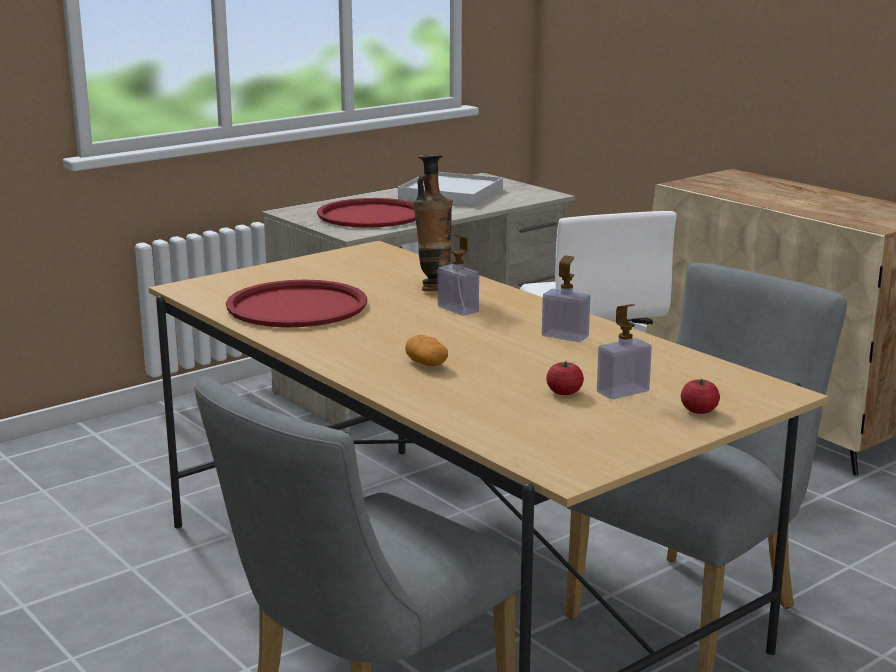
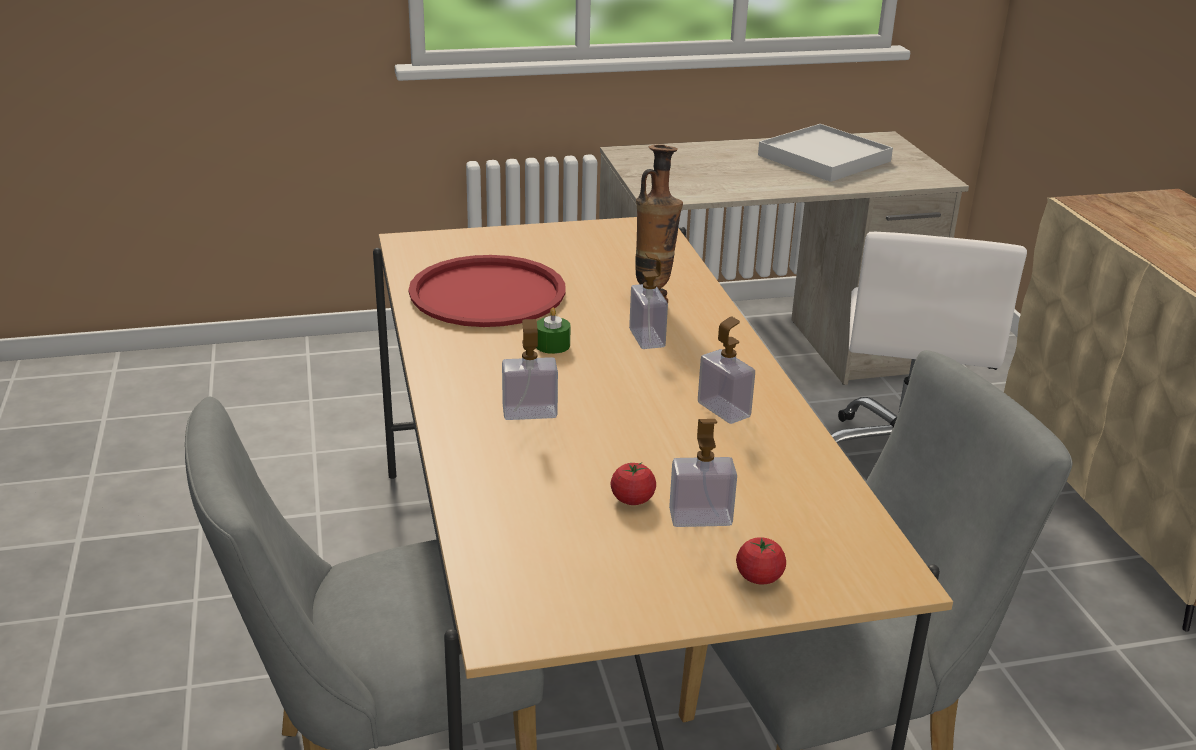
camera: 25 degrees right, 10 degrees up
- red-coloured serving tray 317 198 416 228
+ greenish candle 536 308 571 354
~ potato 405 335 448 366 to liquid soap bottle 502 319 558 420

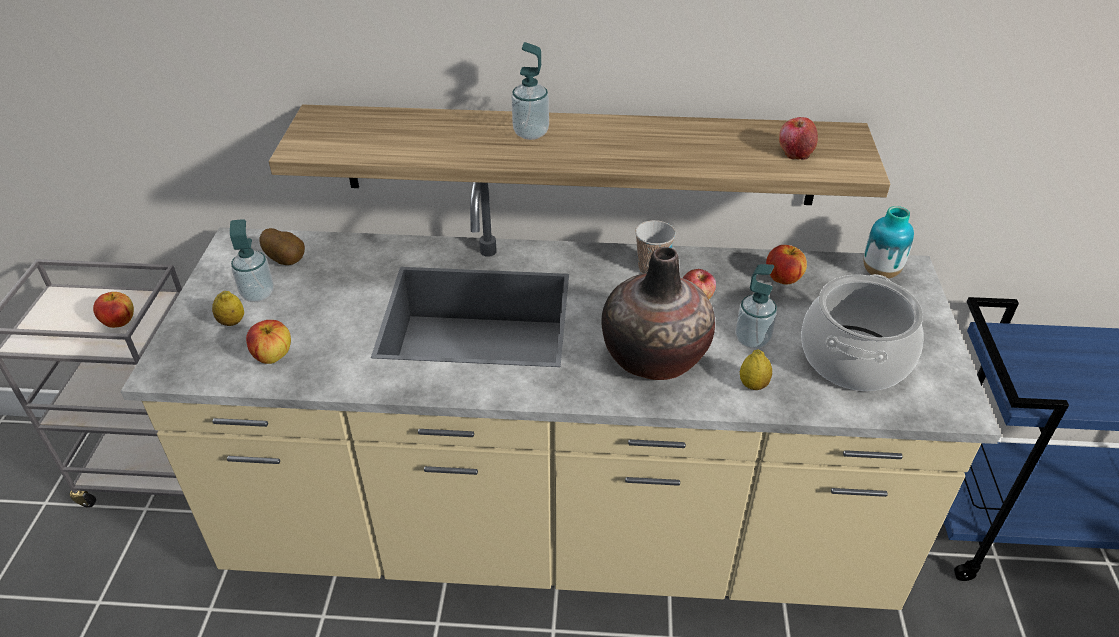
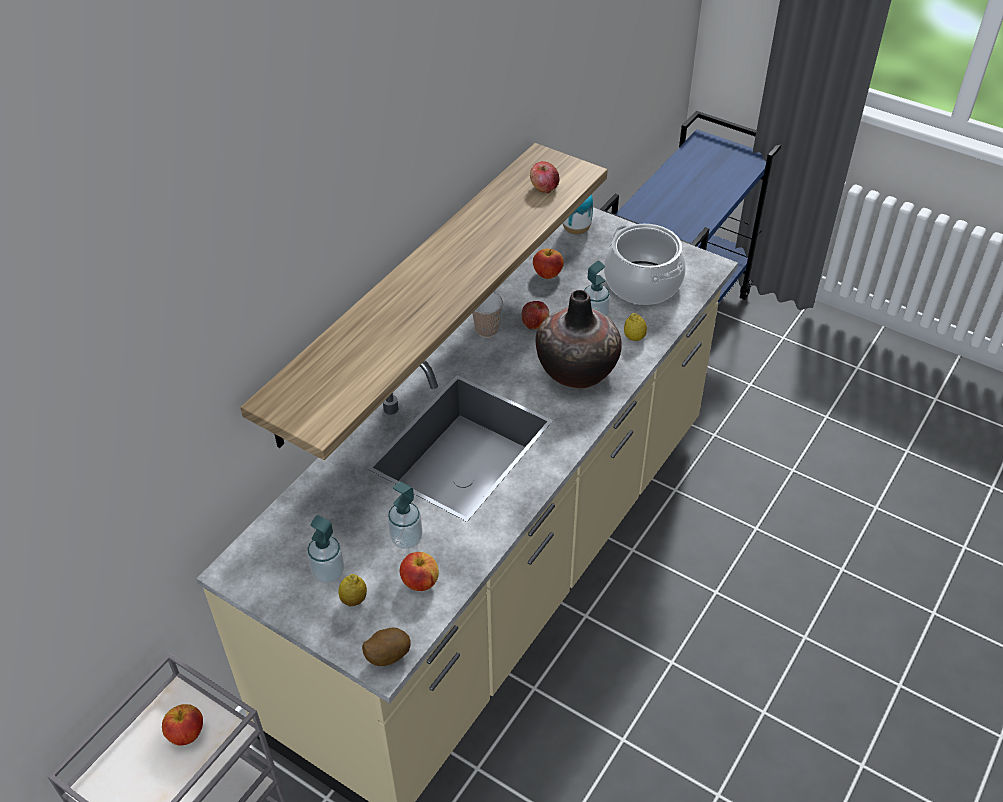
camera: 60 degrees left, 5 degrees up
~ potato 259 228 305 265 to 362 627 411 666
~ liquid soap bottle 511 42 549 140 to 388 482 422 549

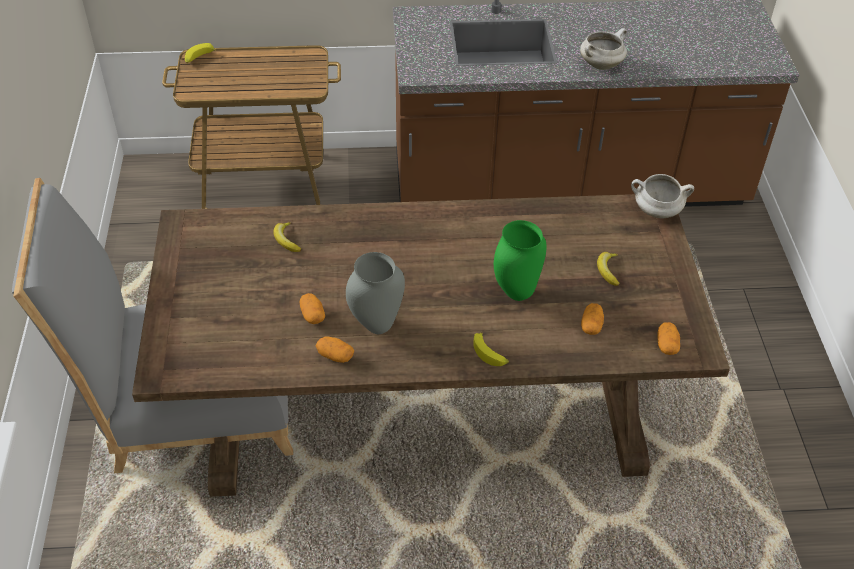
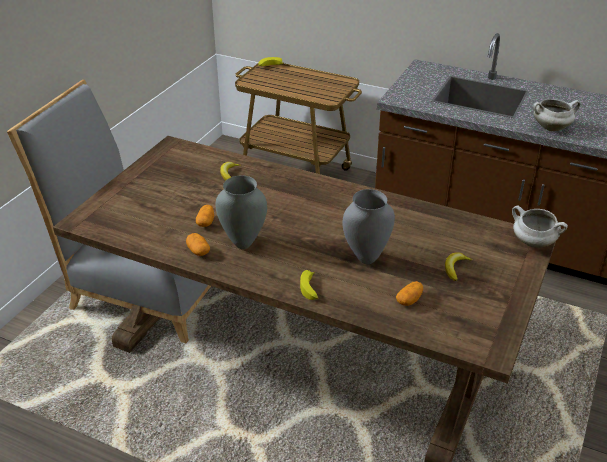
camera: 30 degrees right, 10 degrees down
- potato 657 322 680 355
~ greenish vase 494 220 547 301 to gray vase 342 189 395 264

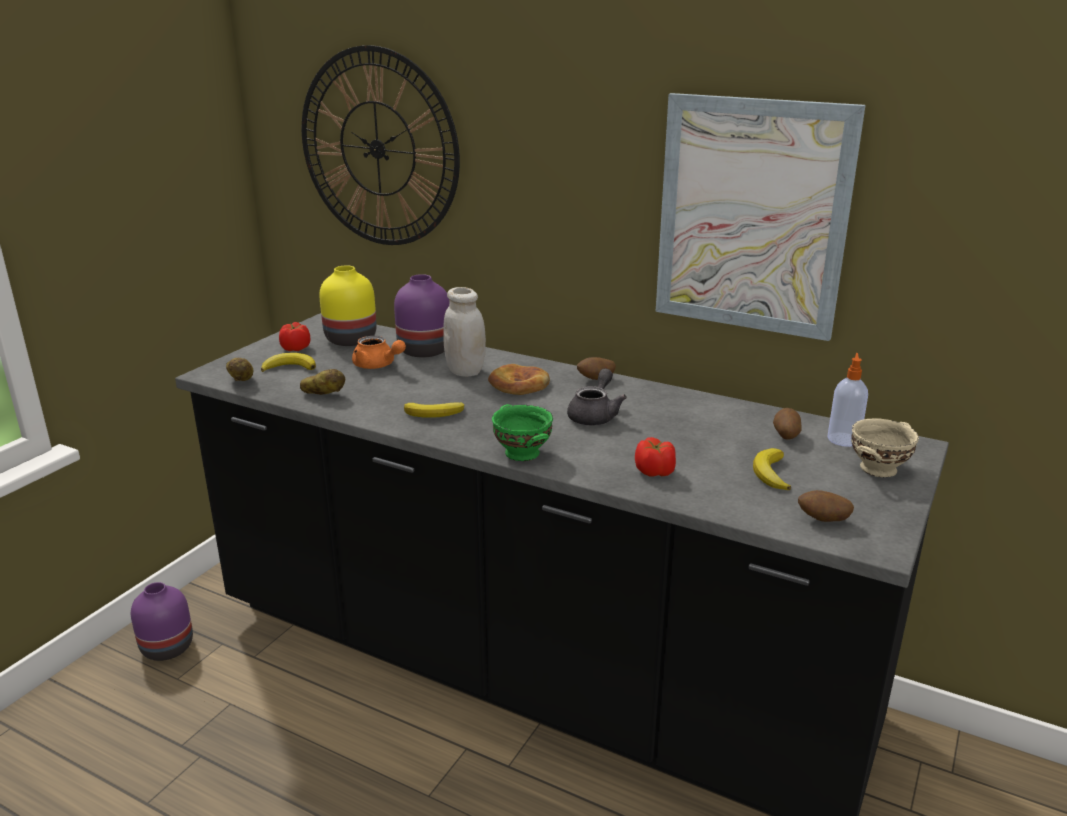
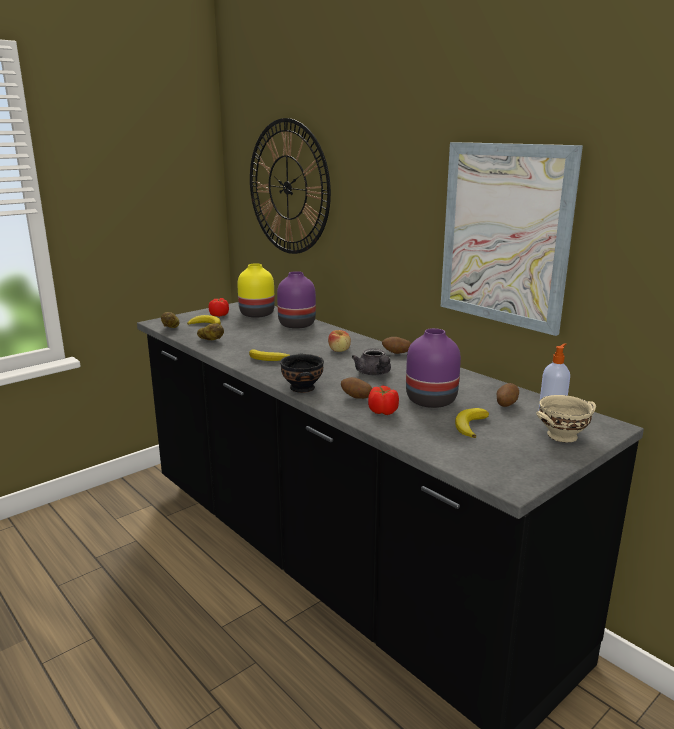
camera: 20 degrees right, 5 degrees down
- orangey tea pot 352 336 406 369
- white-coloured jar 443 287 486 377
~ purplish vase 131 582 193 661 to 406 328 461 408
~ potato 798 490 854 522 to 341 377 372 399
~ bread 488 364 550 395 to apple 328 330 351 352
~ greenish bowl 492 404 553 461 to black-coloured bowl 280 353 324 393
~ gray tea pot 567 368 627 425 = 352 348 391 375 120 degrees clockwise

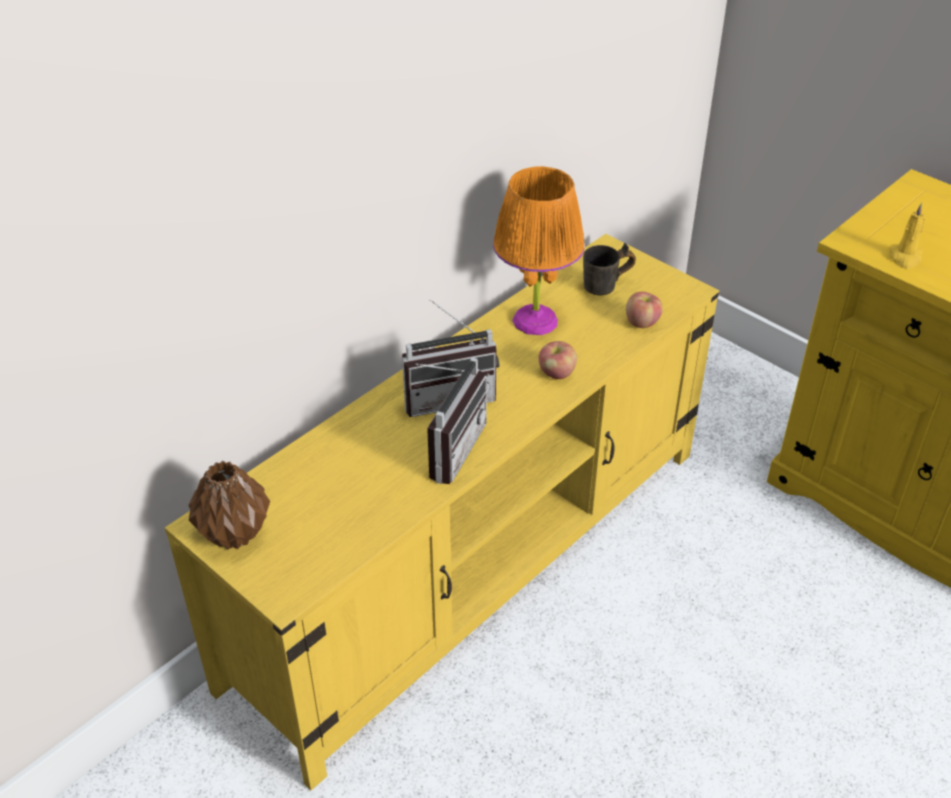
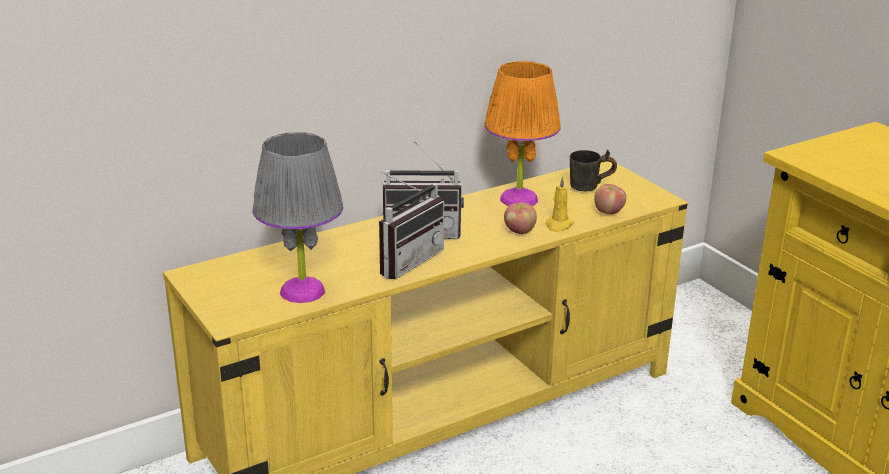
camera: 15 degrees right, 15 degrees down
- brownish vase 188 461 270 550
+ gray tabletop lamp 252 132 343 303
~ yellow candle 889 203 925 269 to 545 176 574 232

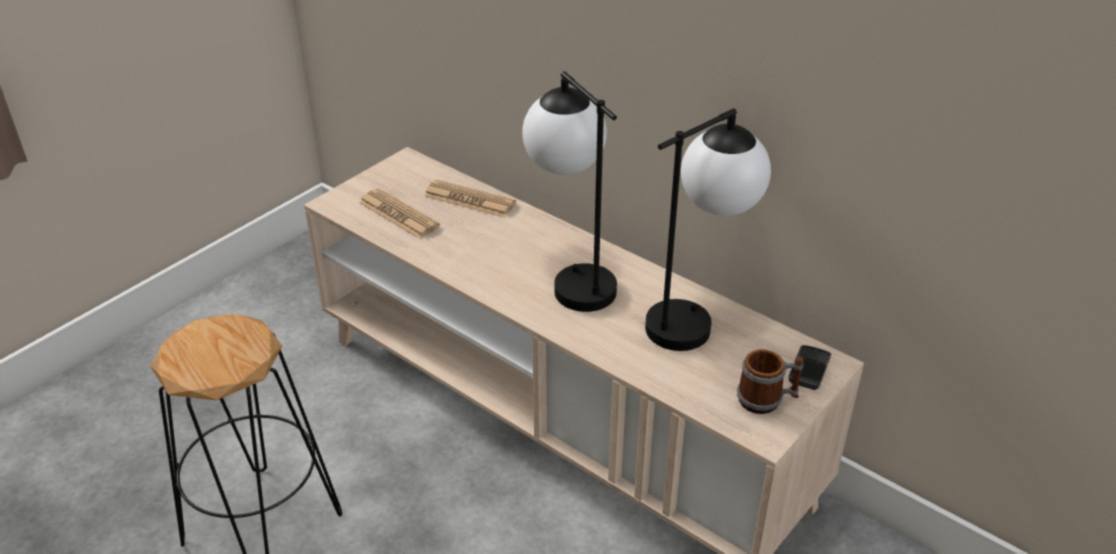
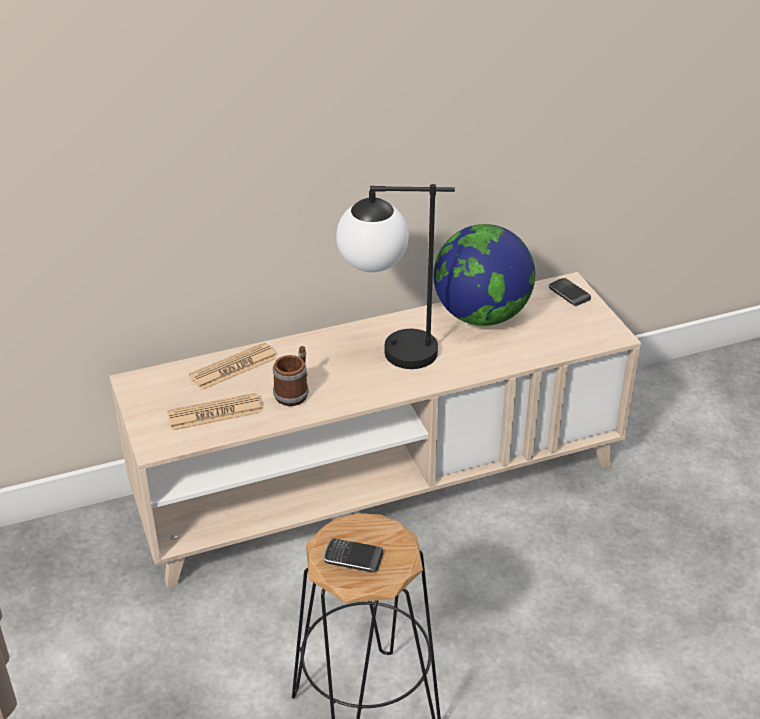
camera: 60 degrees left, 0 degrees up
+ phone 323 538 384 572
~ tea mug 737 349 804 414 to 273 346 309 406
~ tabletop lamp 645 108 771 351 to world globe 433 224 535 326

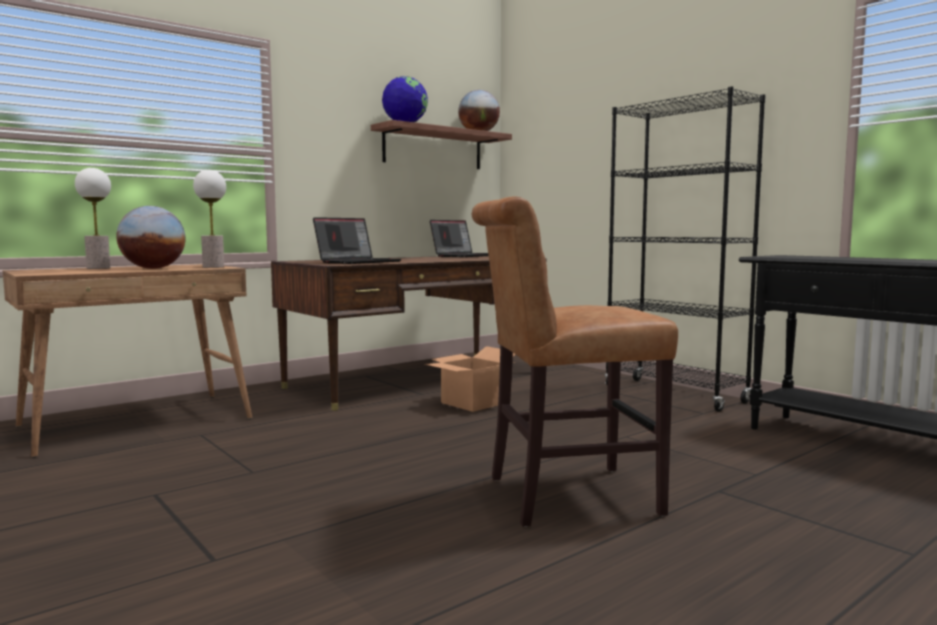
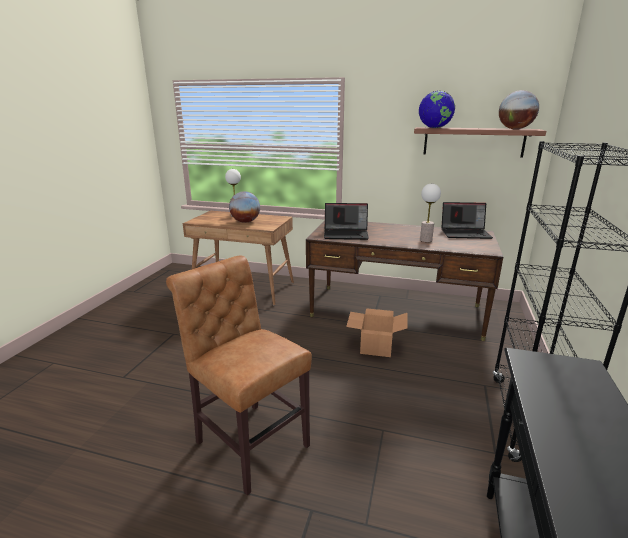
camera: 55 degrees right, 15 degrees up
~ tabletop lamp 193 170 226 268 to 420 184 441 242

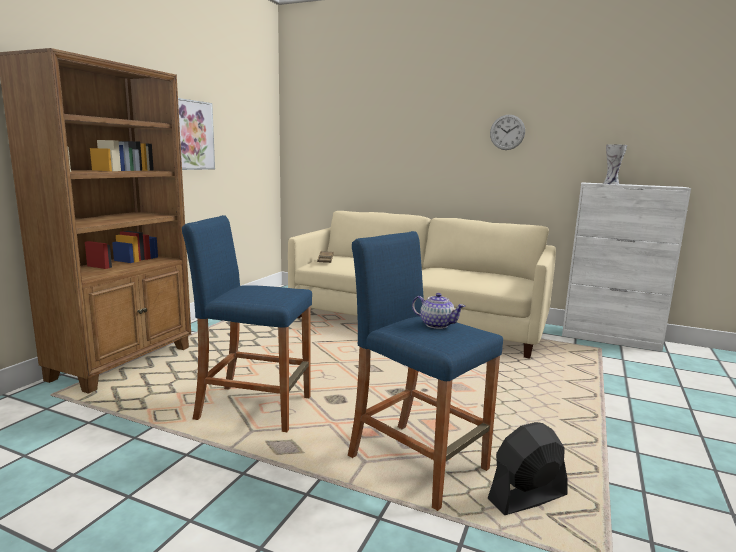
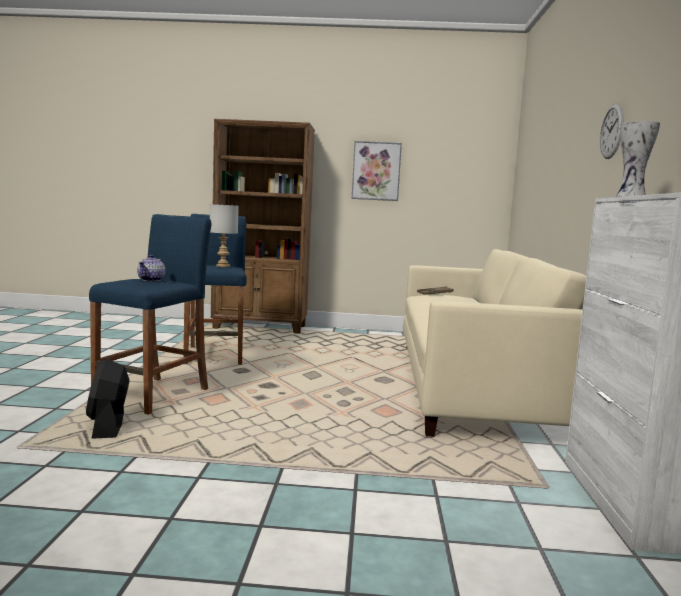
camera: 70 degrees right, 5 degrees down
+ gray tabletop lamp 210 204 239 267
~ black-coloured fan 488 422 567 515 = 86 359 130 439 150 degrees counterclockwise

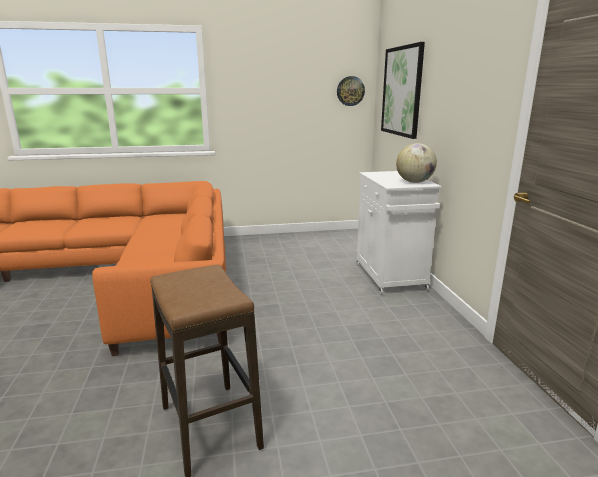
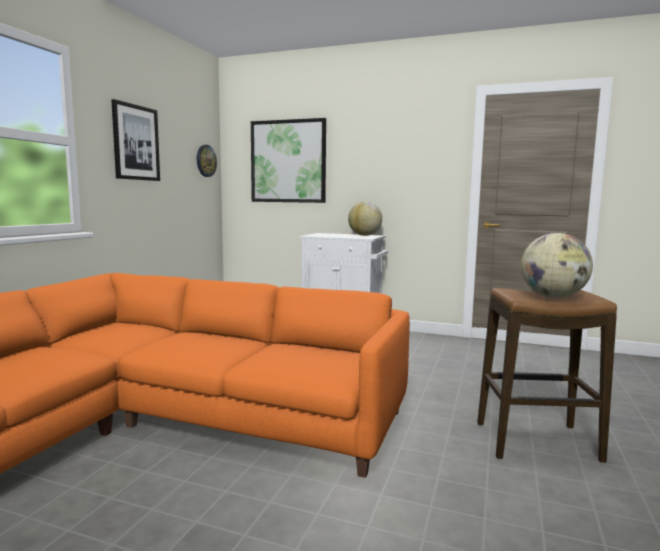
camera: 60 degrees left, 10 degrees down
+ wall picture 111 99 160 181
+ world globe 521 233 593 298

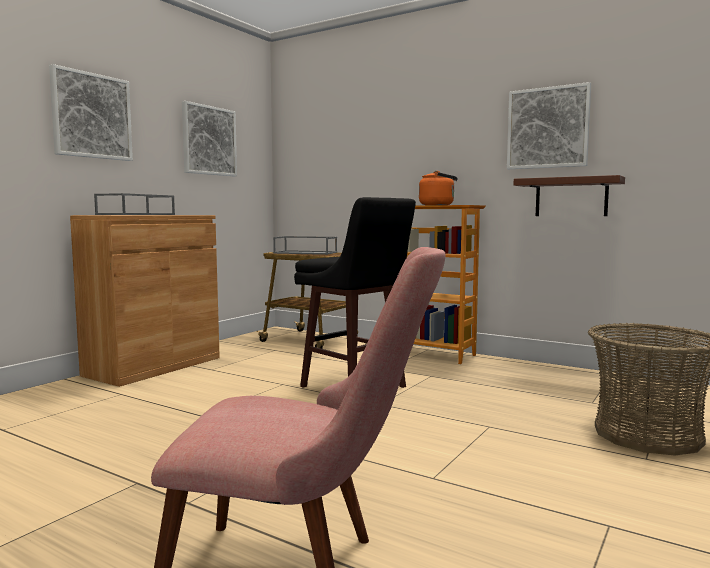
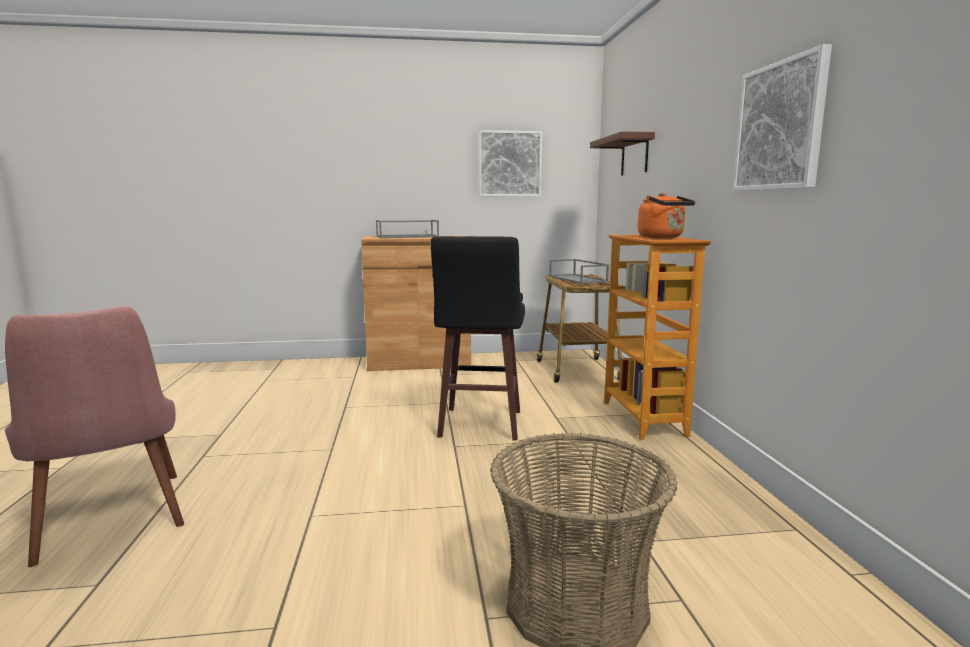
camera: 50 degrees right, 5 degrees up
- wall picture 49 64 133 161
~ brownish shelf 514 175 625 216 to 590 131 655 176

